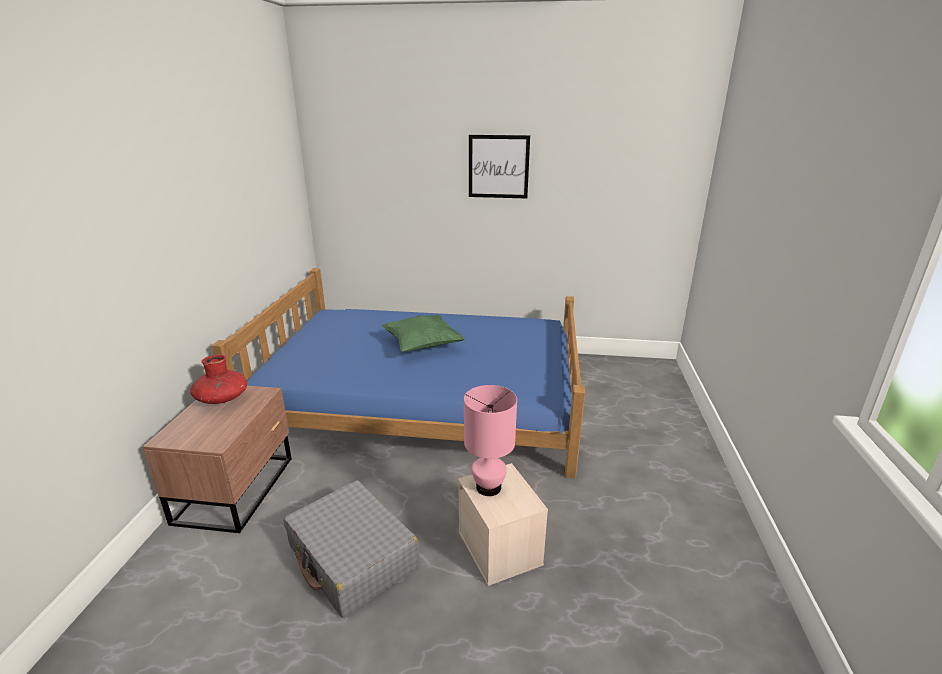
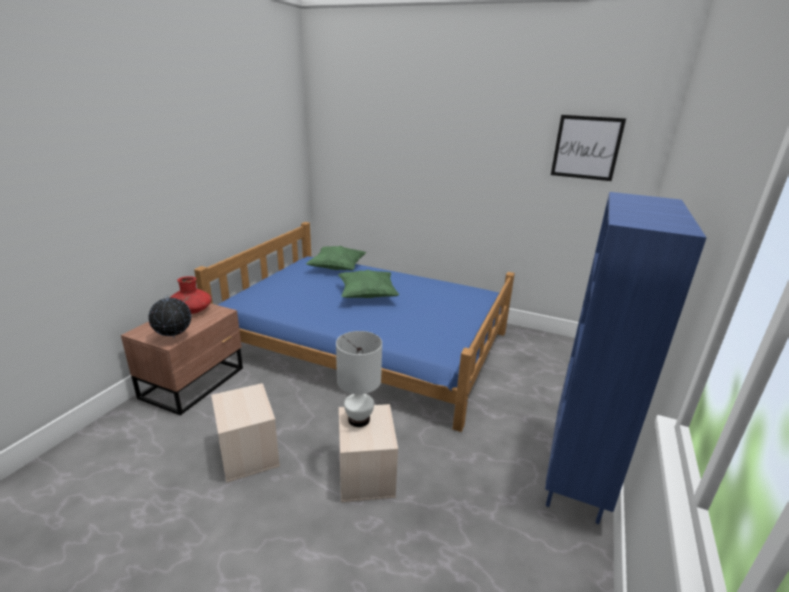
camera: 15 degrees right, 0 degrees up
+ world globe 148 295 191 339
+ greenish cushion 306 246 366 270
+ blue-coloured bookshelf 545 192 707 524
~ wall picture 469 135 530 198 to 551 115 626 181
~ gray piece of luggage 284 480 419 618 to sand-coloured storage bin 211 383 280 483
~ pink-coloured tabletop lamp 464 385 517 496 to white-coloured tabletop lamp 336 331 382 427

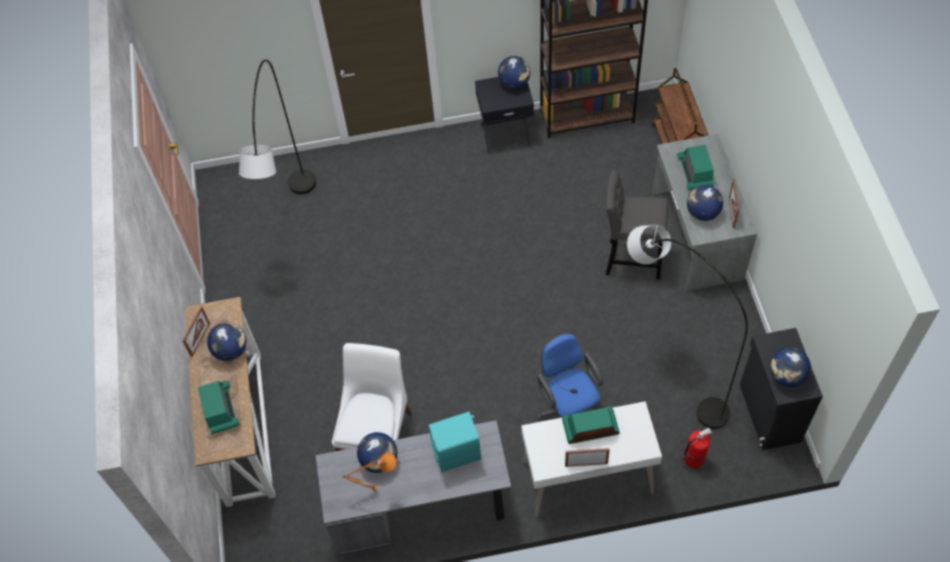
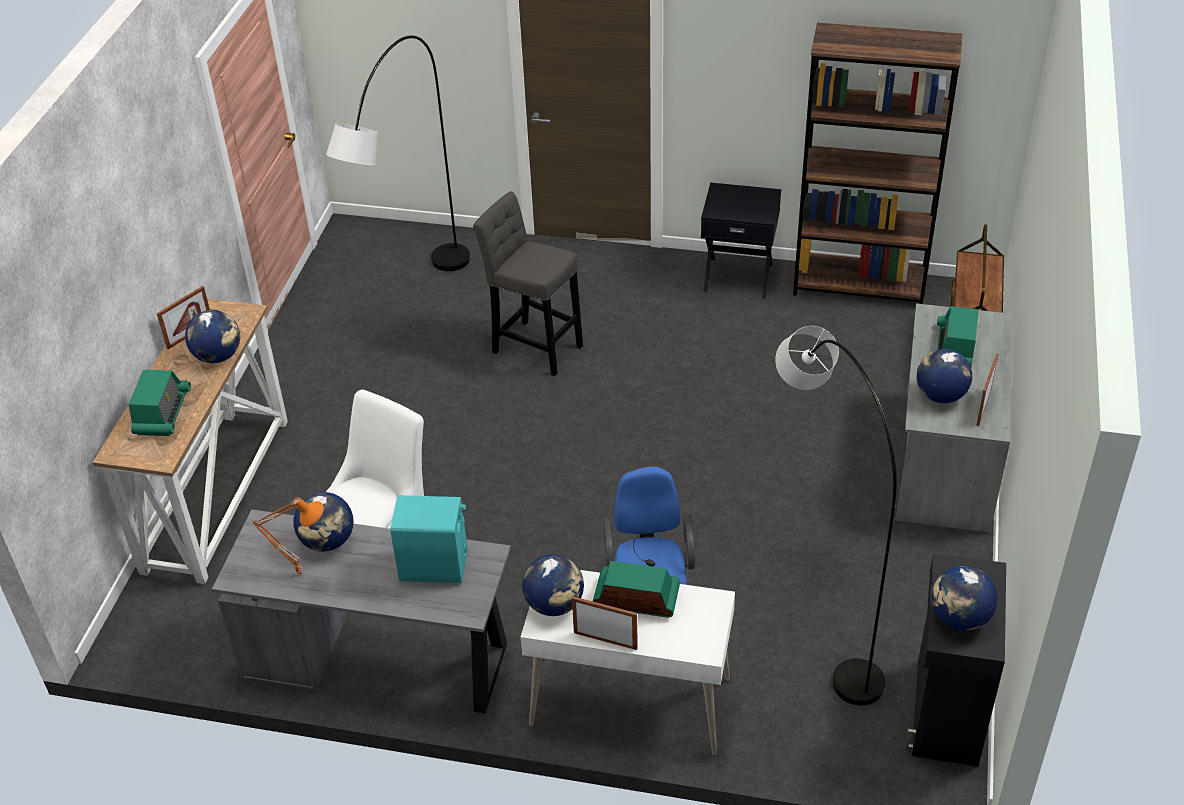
camera: 20 degrees right, 15 degrees down
- fire extinguisher 681 428 712 468
~ world globe 498 56 530 89 to 522 554 584 616
~ gray sitting stool 606 170 668 280 to 473 191 583 376

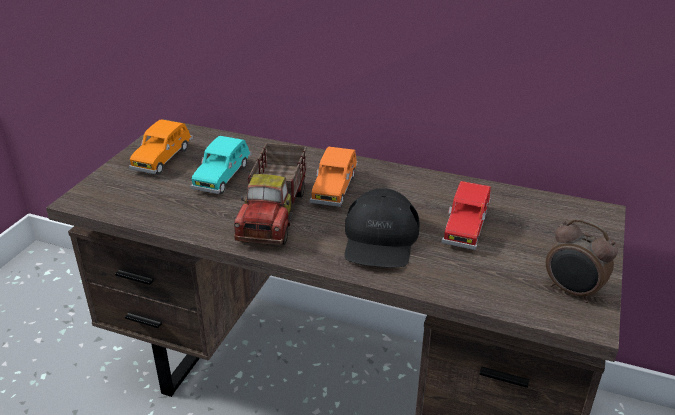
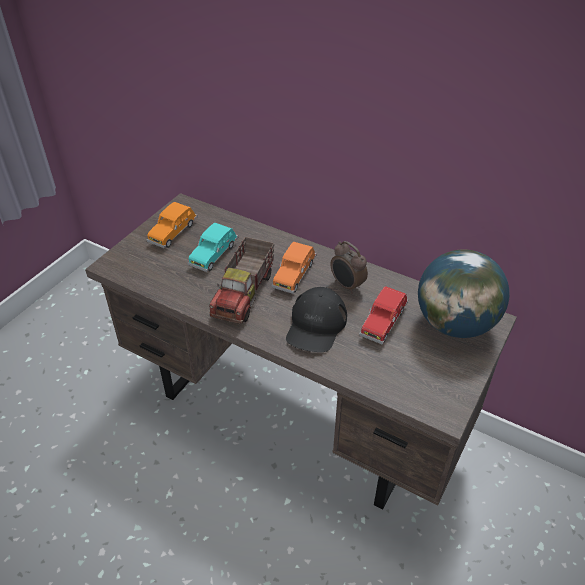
camera: 10 degrees right, 10 degrees up
+ world globe 418 249 509 338
~ bedside clock 546 218 618 303 to 331 241 368 294

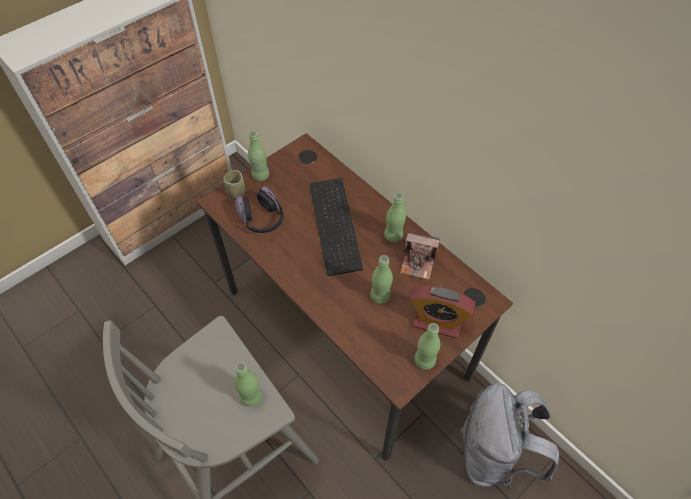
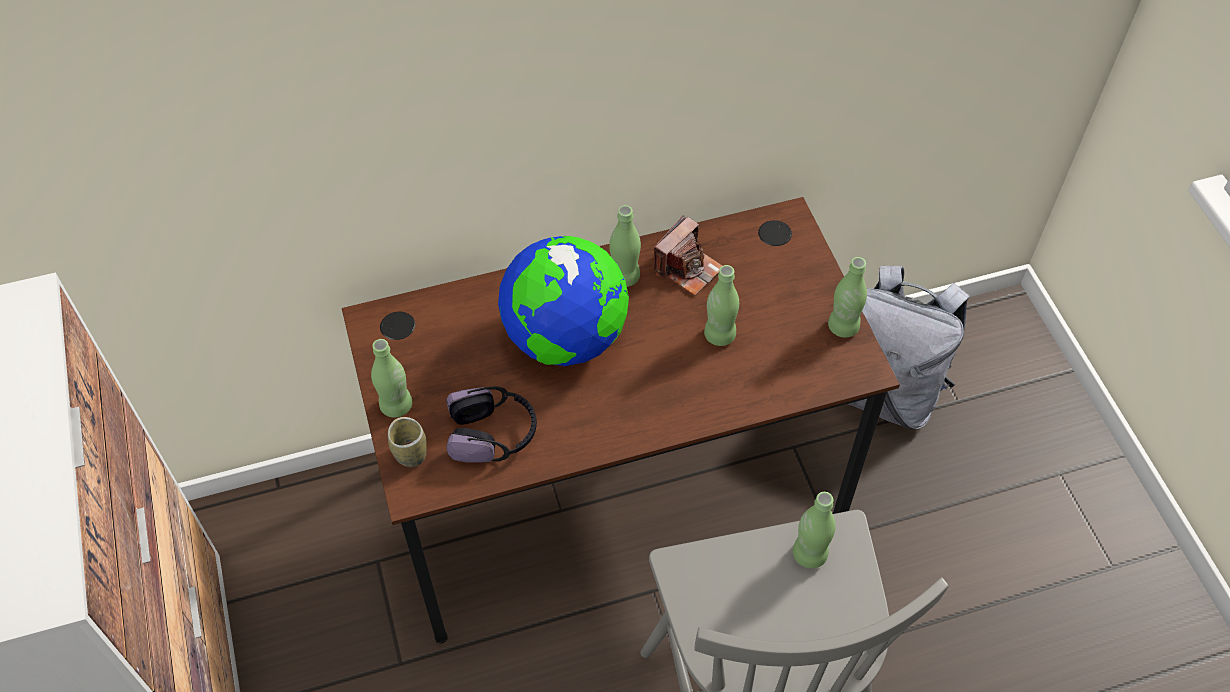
camera: 65 degrees left, 0 degrees up
- bedside clock 410 285 476 339
~ PC keyboard 310 178 363 276 to world globe 498 236 629 366

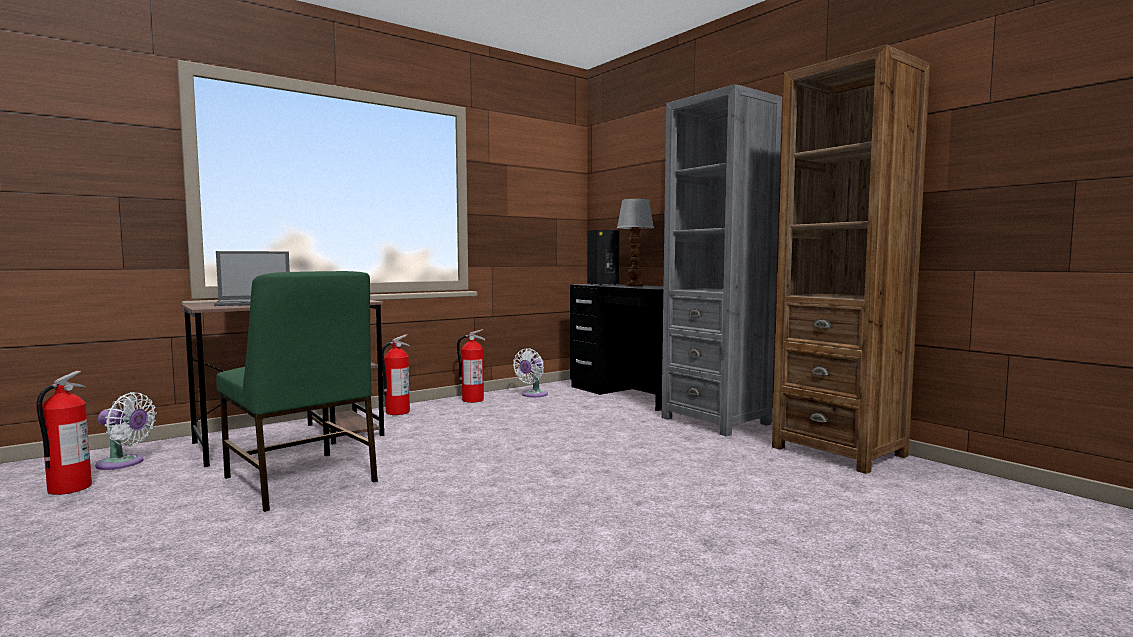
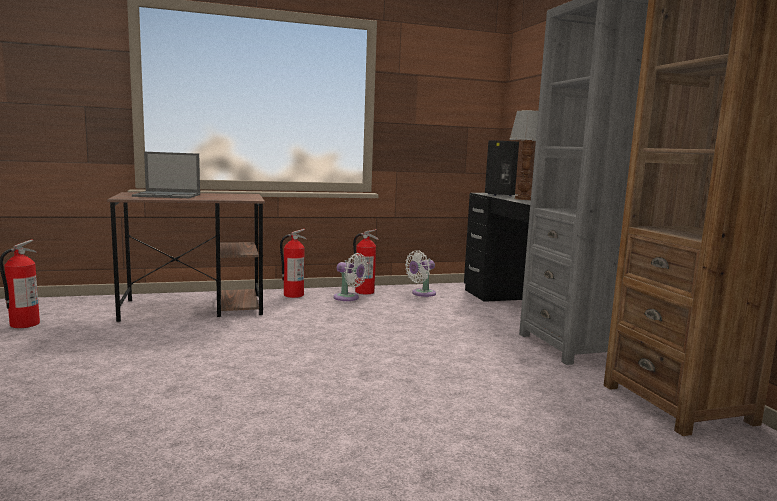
camera: 20 degrees right, 5 degrees up
- greenish plain chair 216 271 378 512
~ white-coloured fan 95 392 157 470 to 333 253 368 301

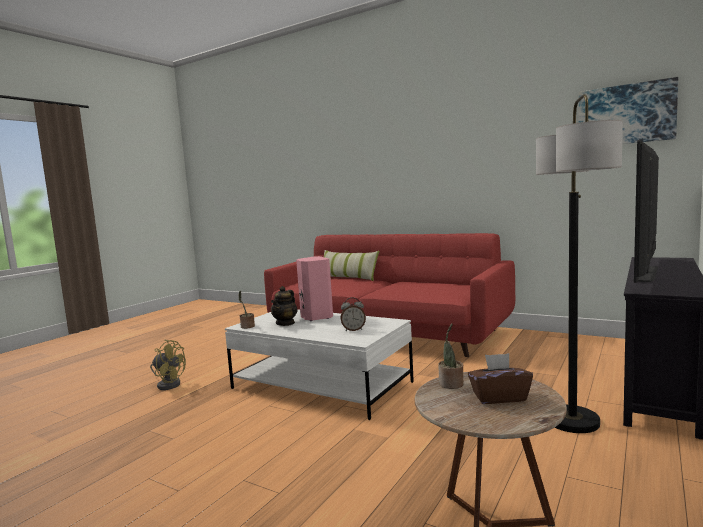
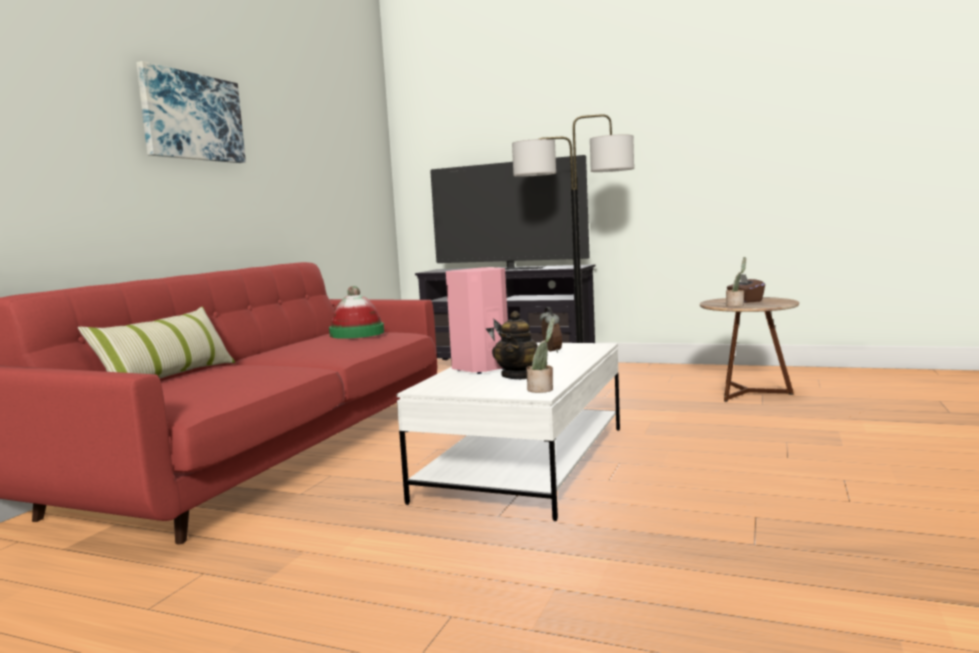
camera: 100 degrees left, 0 degrees up
- yellow fan 150 340 186 390
+ clothing hat 329 286 384 339
~ wall picture 578 77 678 144 to 136 61 246 163
~ tea pot 271 286 298 326 = 492 311 538 379 90 degrees clockwise

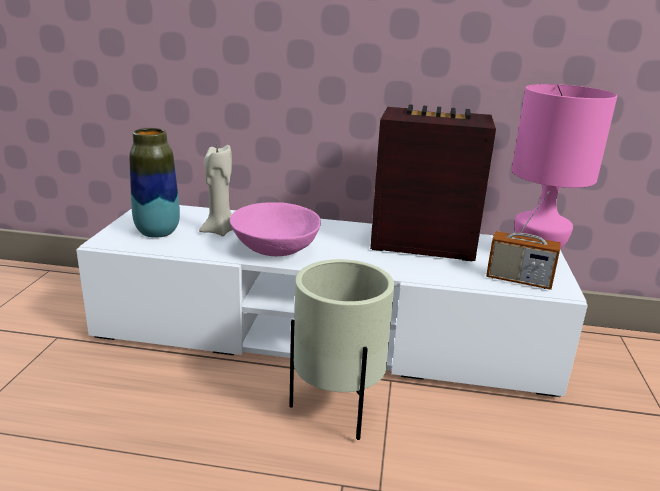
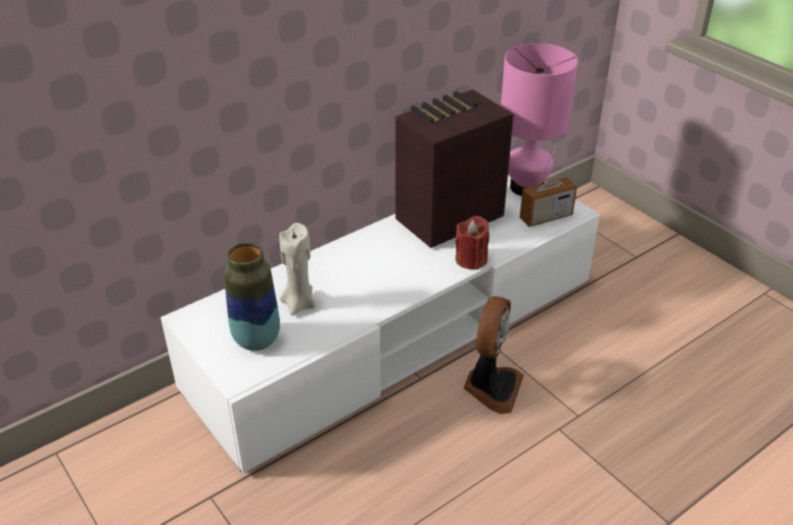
camera: 45 degrees left, 15 degrees up
- pink-coloured bowl 230 202 321 256
+ red-coloured candle 455 216 490 270
~ sand-coloured planter 289 259 394 440 to fan 464 296 524 414

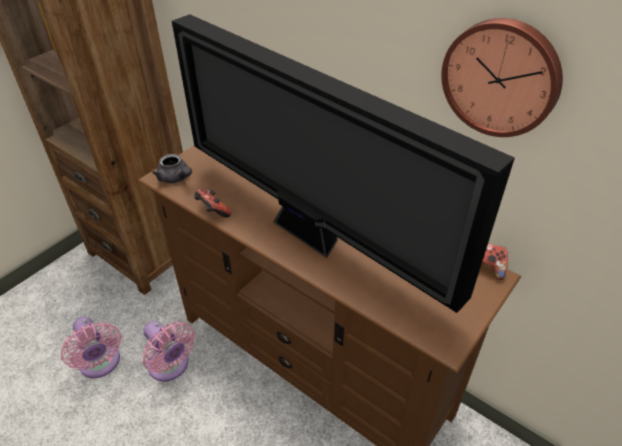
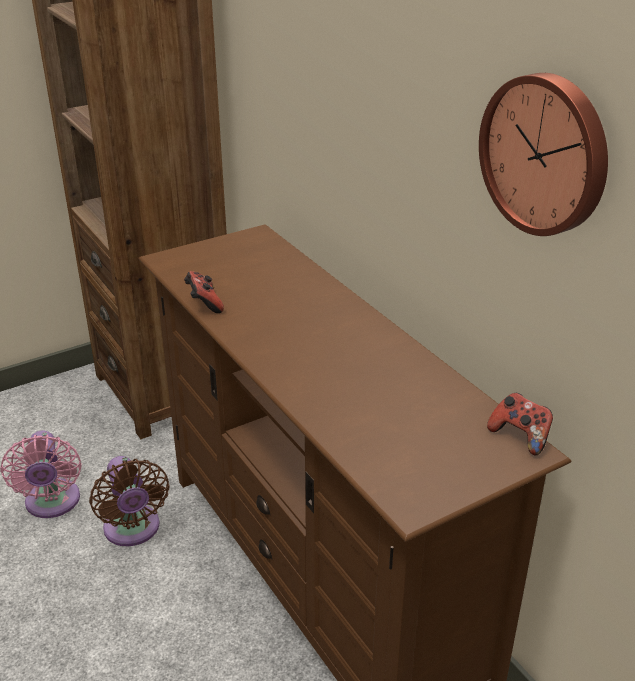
camera: 20 degrees right, 10 degrees down
- gray tea pot 152 154 192 183
- TV set 172 14 515 313
~ pink-coloured fan 142 321 195 382 to brownish fan 89 456 170 546

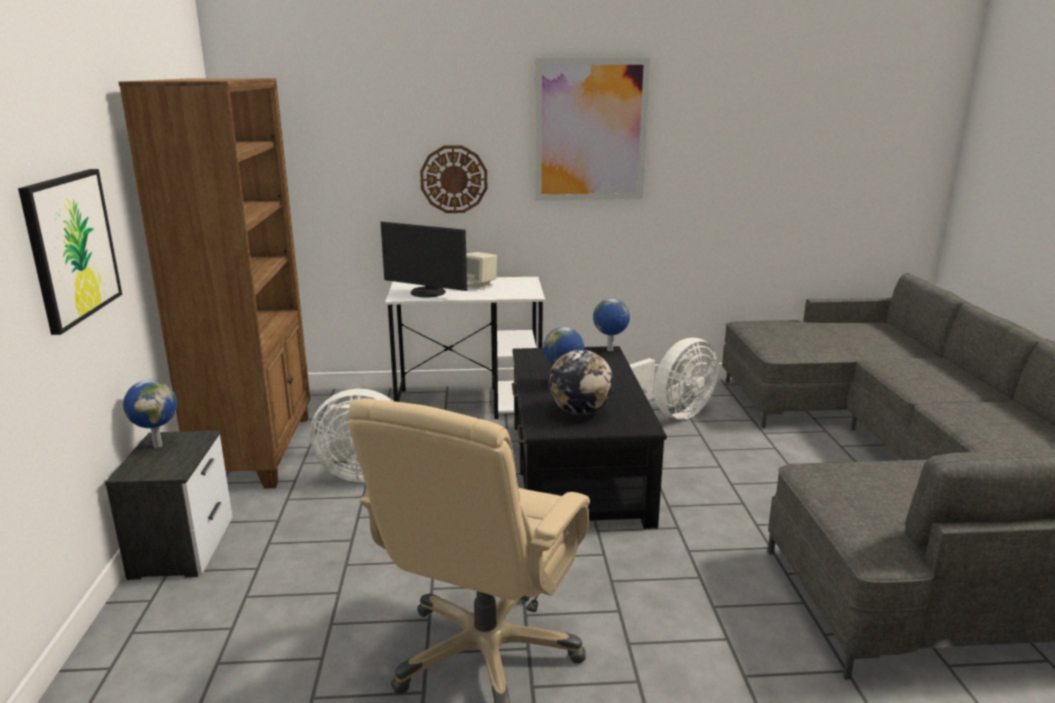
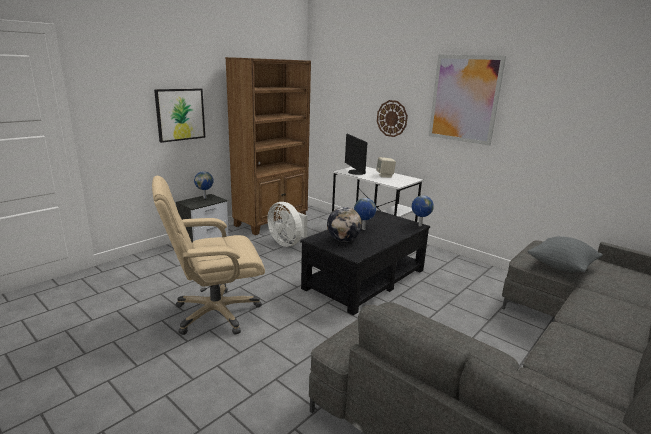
camera: 45 degrees right, 0 degrees up
- white-coloured fan 630 338 719 420
+ gray cushion 527 236 603 273

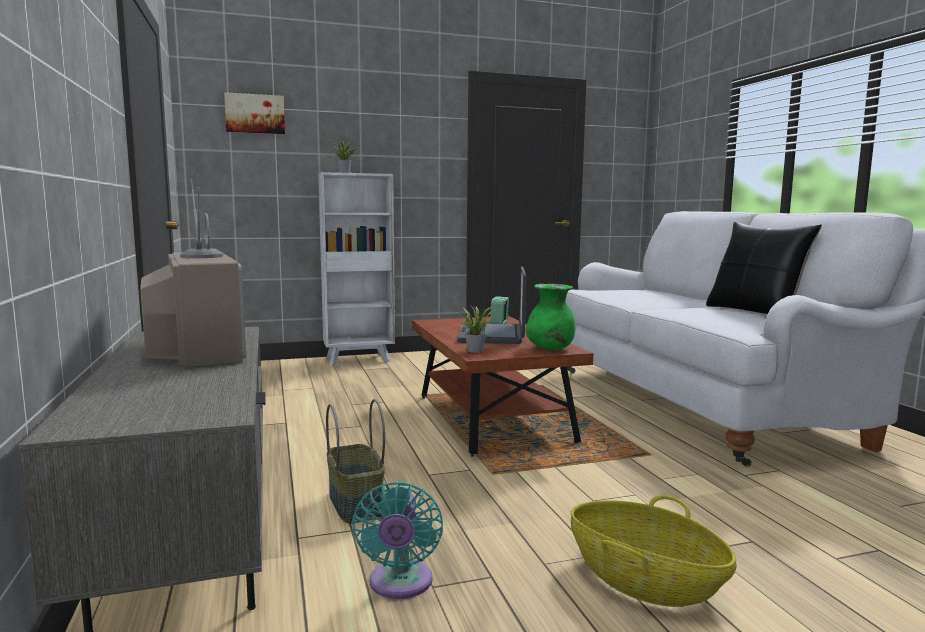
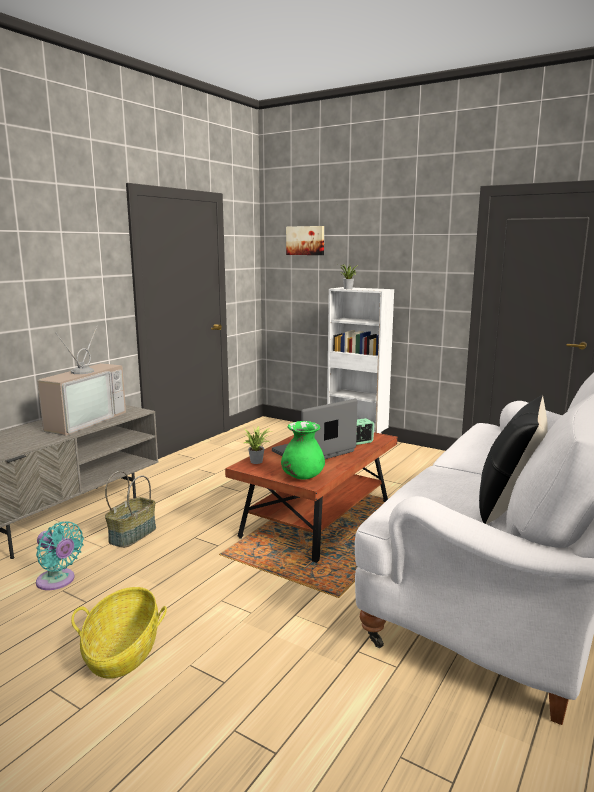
camera: 50 degrees right, 5 degrees up
~ blue-green fan 352 481 443 599 = 36 522 84 590 105 degrees counterclockwise

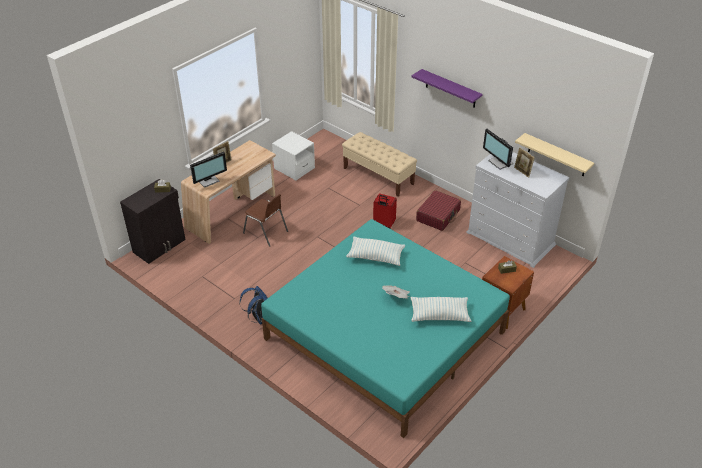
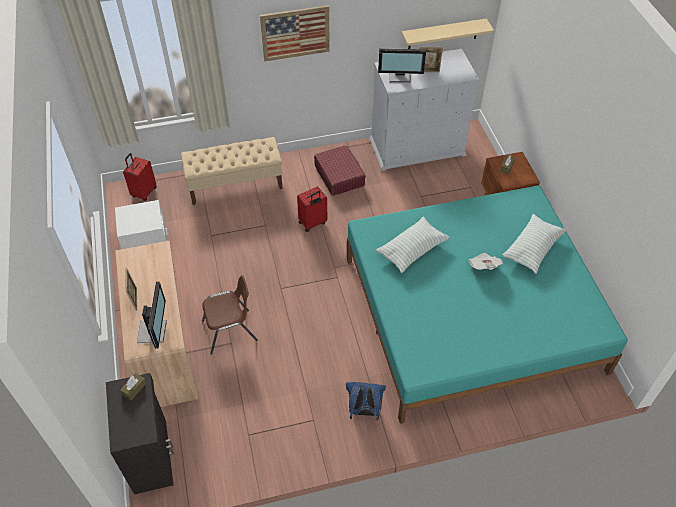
camera: 55 degrees left, 10 degrees up
+ red-coloured piece of luggage 123 153 157 201
~ purplish shelf 412 69 482 108 to wall picture 260 5 330 61

